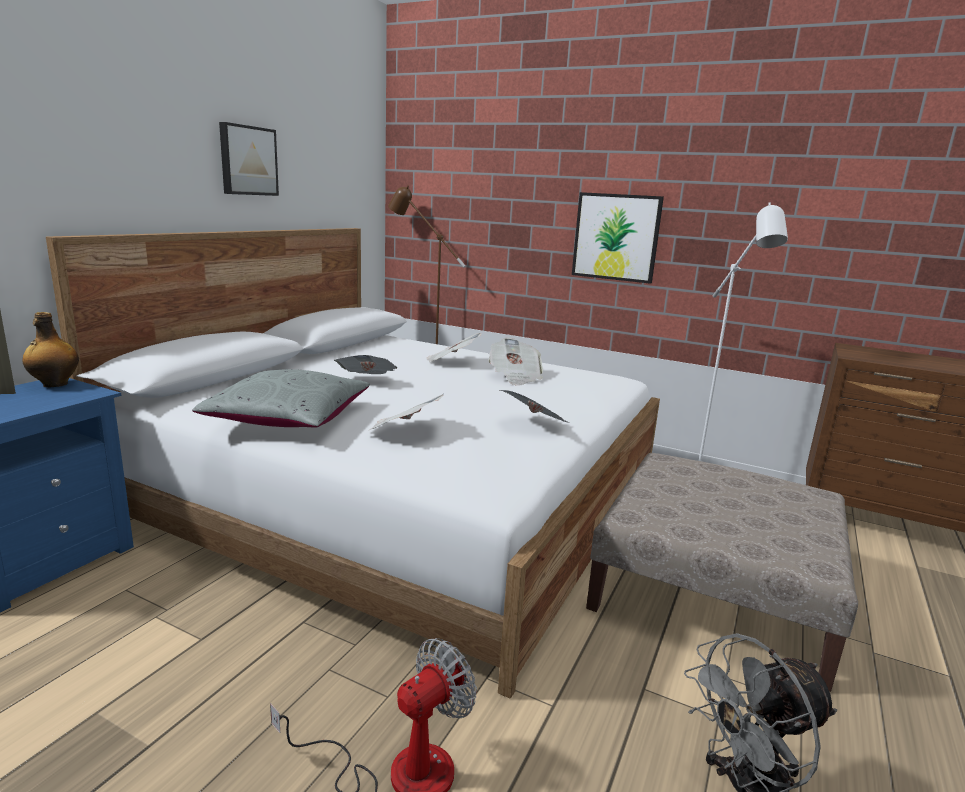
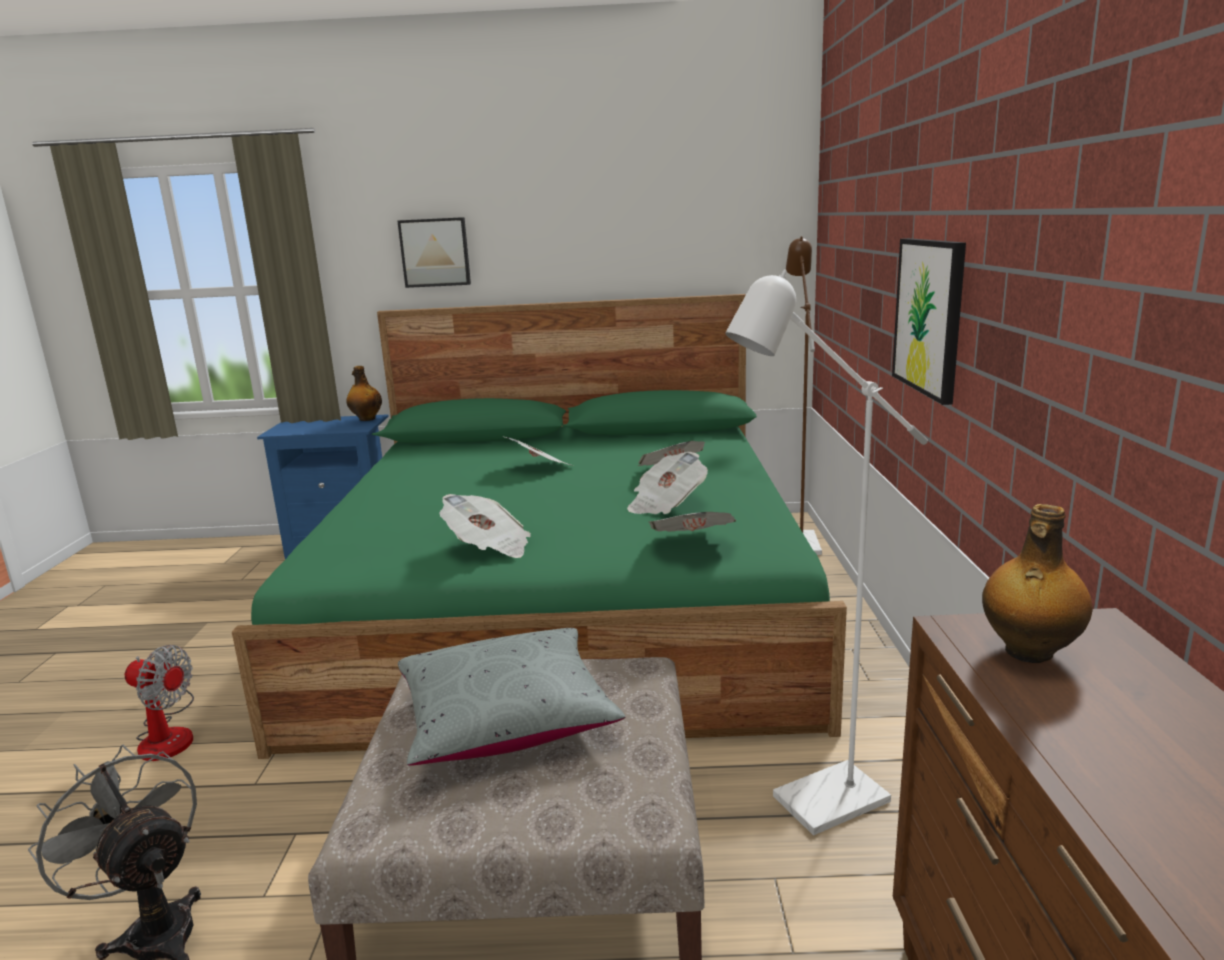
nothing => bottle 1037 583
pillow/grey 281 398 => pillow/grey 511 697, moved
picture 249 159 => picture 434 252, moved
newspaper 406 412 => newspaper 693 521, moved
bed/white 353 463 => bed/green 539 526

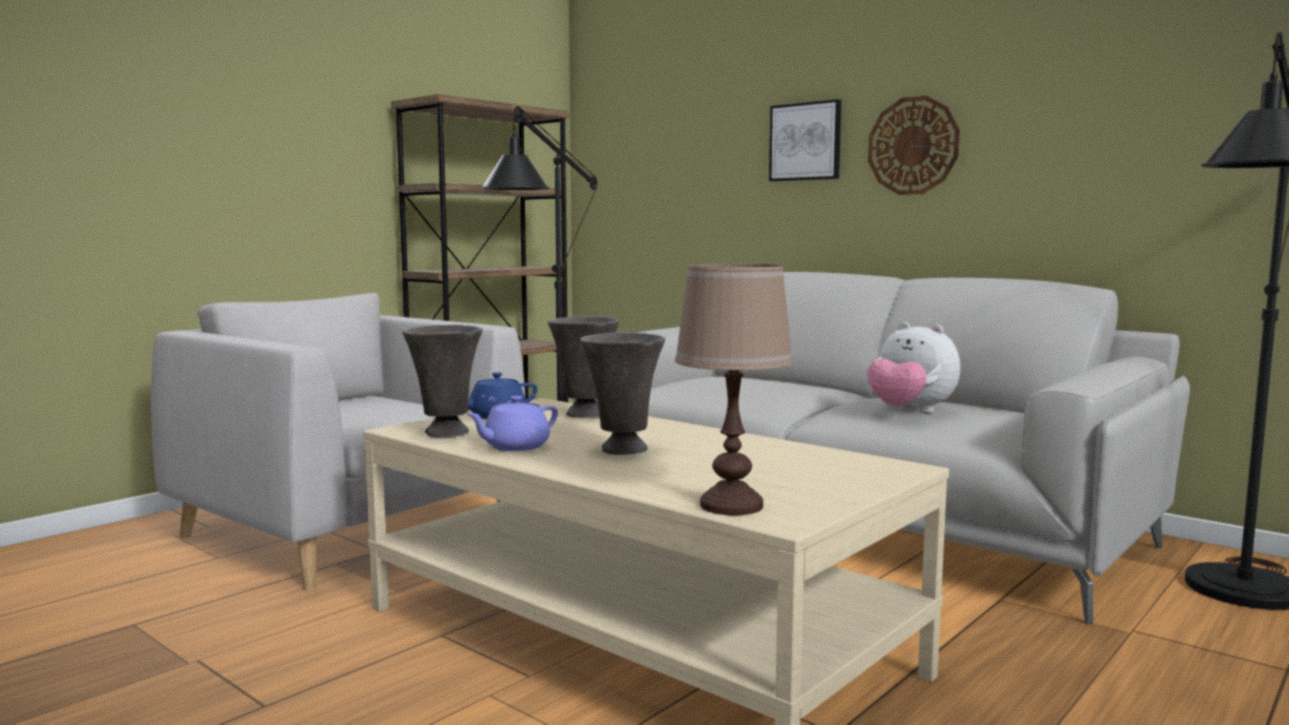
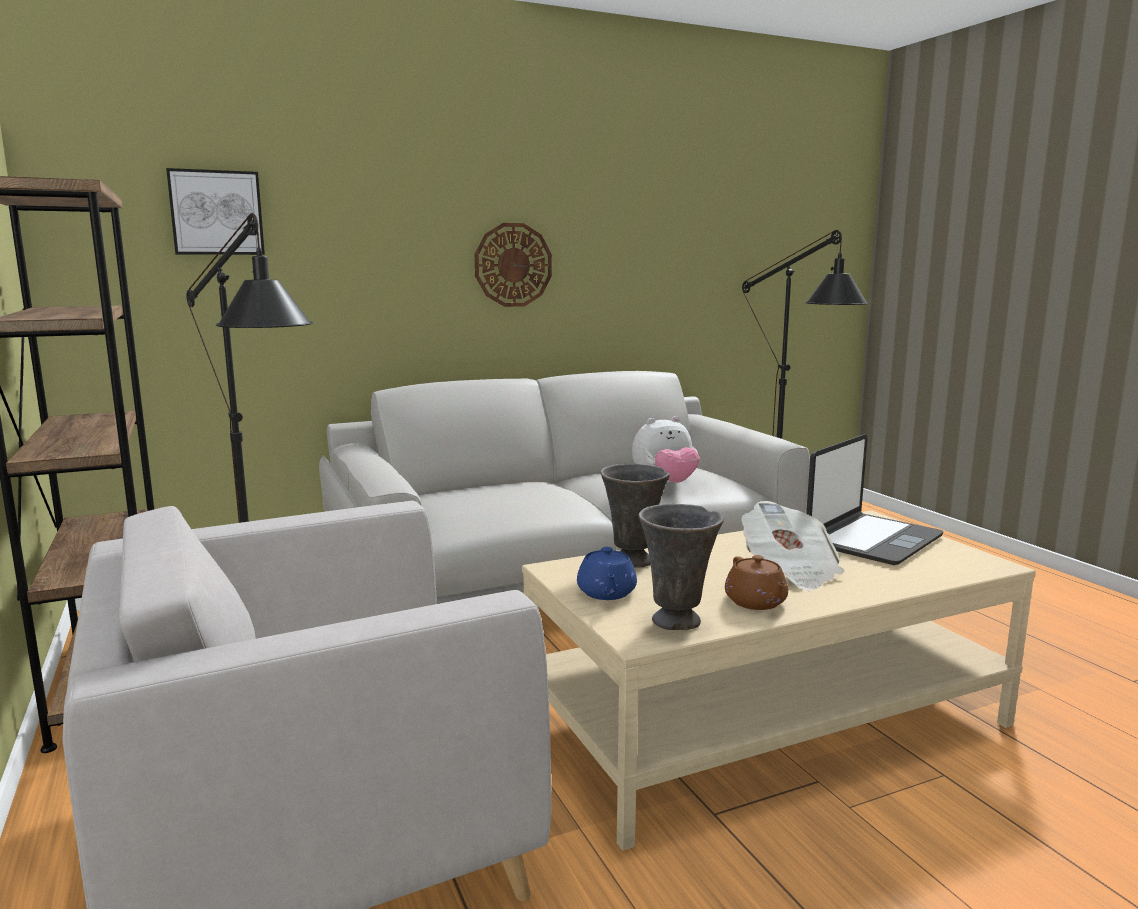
table lamp/brown 734 390 => nothing
nothing => laptop 875 499
picture 805 140 => picture 215 211, moved
vase/grey 622 393 => newspaper 793 546
teapot/purple 512 423 => teapot/brown 756 582

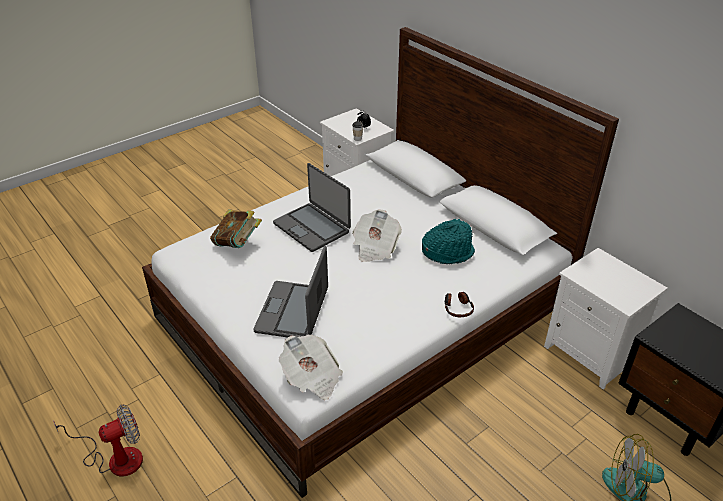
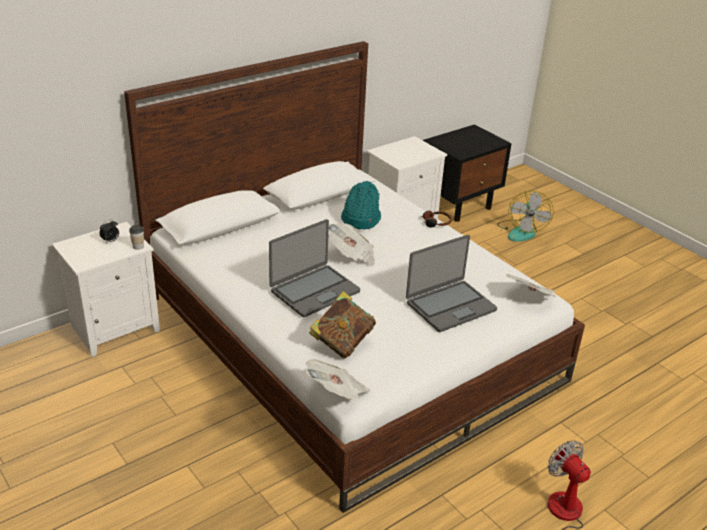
nothing => newspaper 337 379
laptop 290 292 => laptop 451 283, 45 degrees counterclockwise

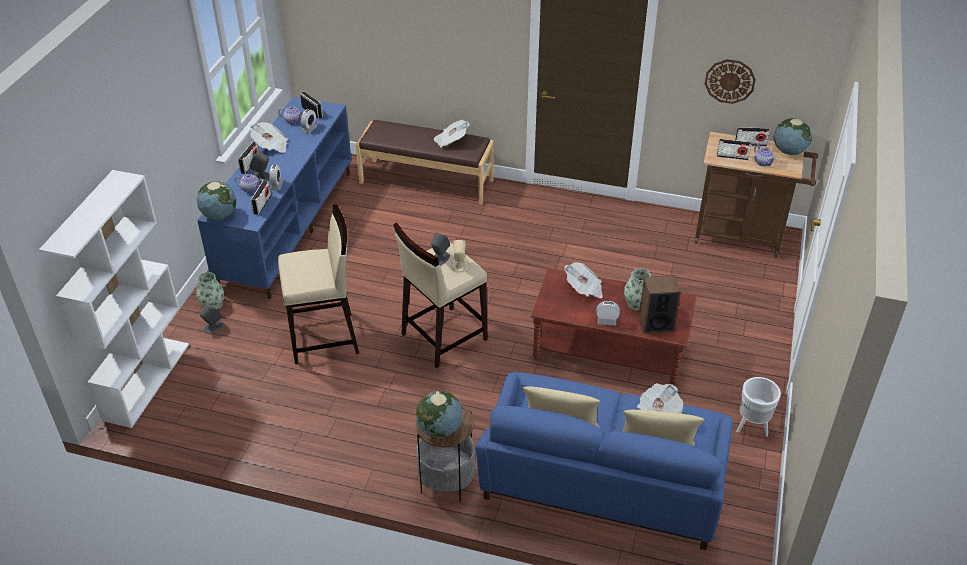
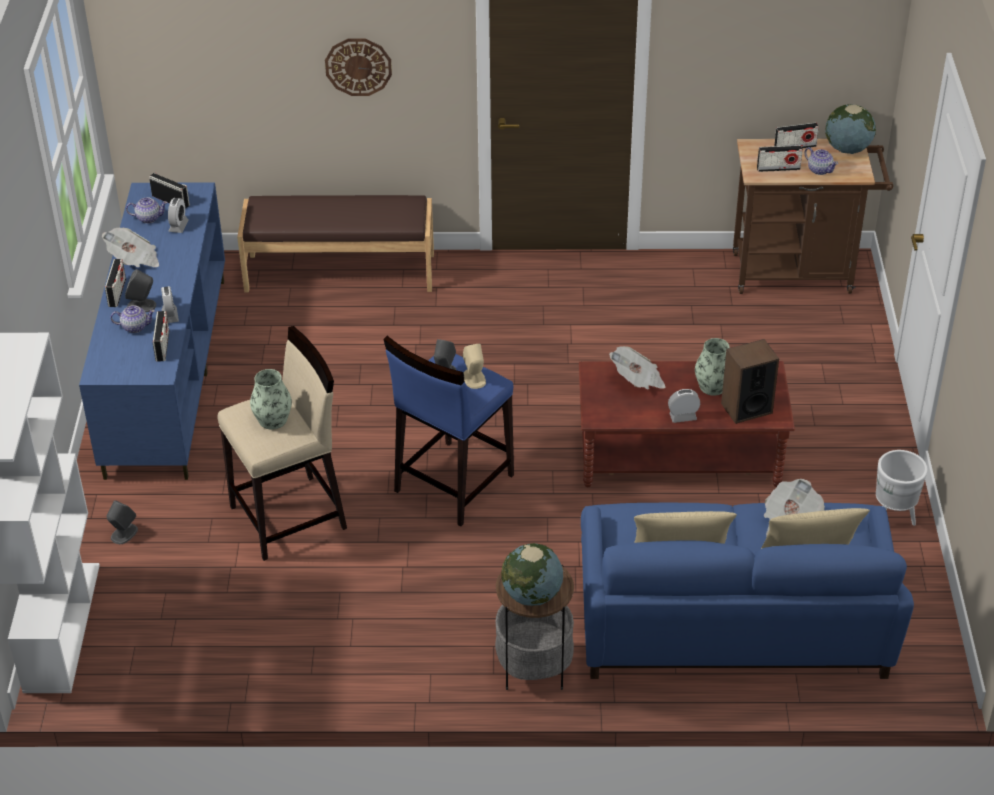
globe 216 200 => nothing
newspaper 451 133 => nothing
vase 210 291 => vase 271 399, moved
wall clock 730 81 => wall clock 358 67, moved
stool/beige 440 295 => stool/blue 448 431

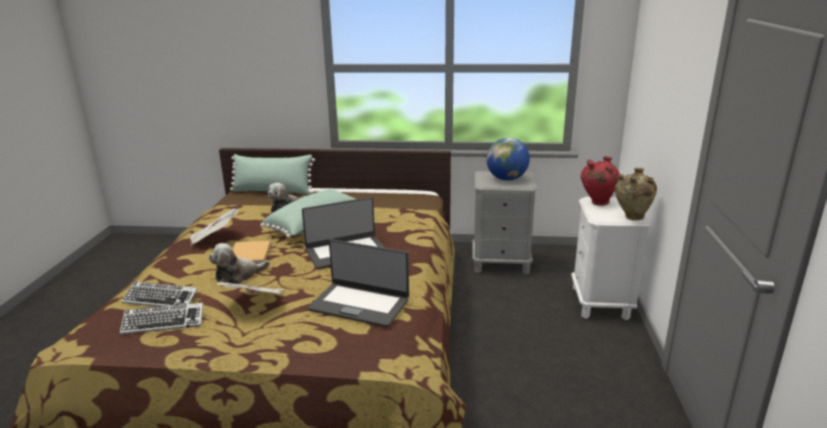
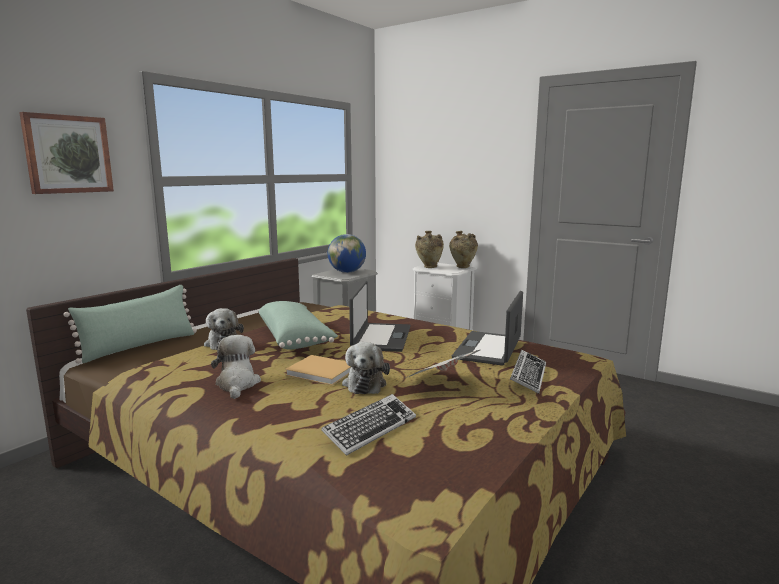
nothing => picture 66 153
keyboard 161 318 => keyboard 528 372, moved
newspaper 214 226 => plush toy 236 367
vase/red 600 181 => vase/beige 429 249
laptop 358 283 => laptop 487 328, 150 degrees clockwise

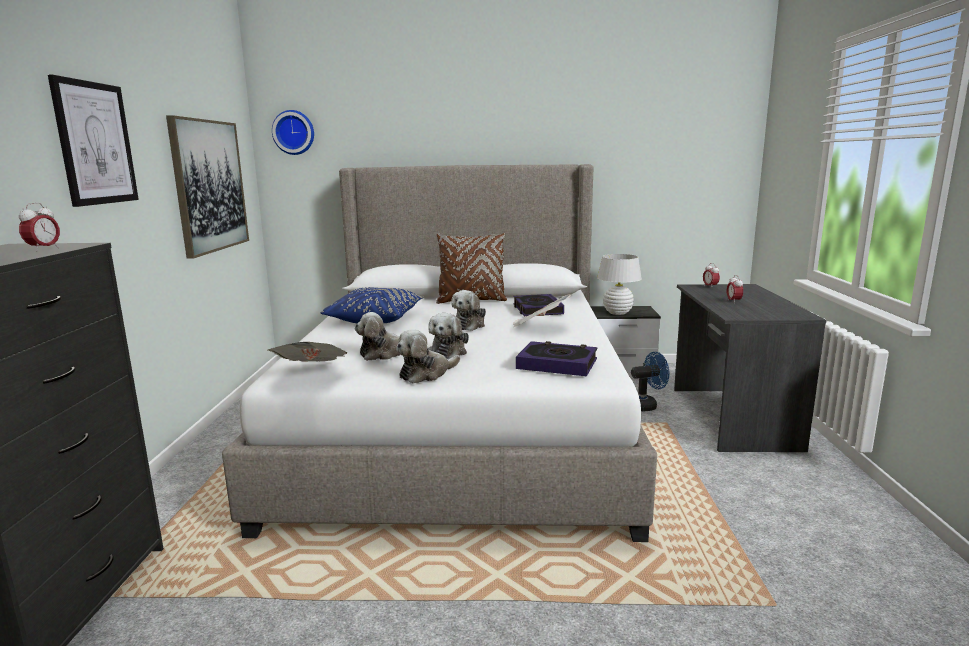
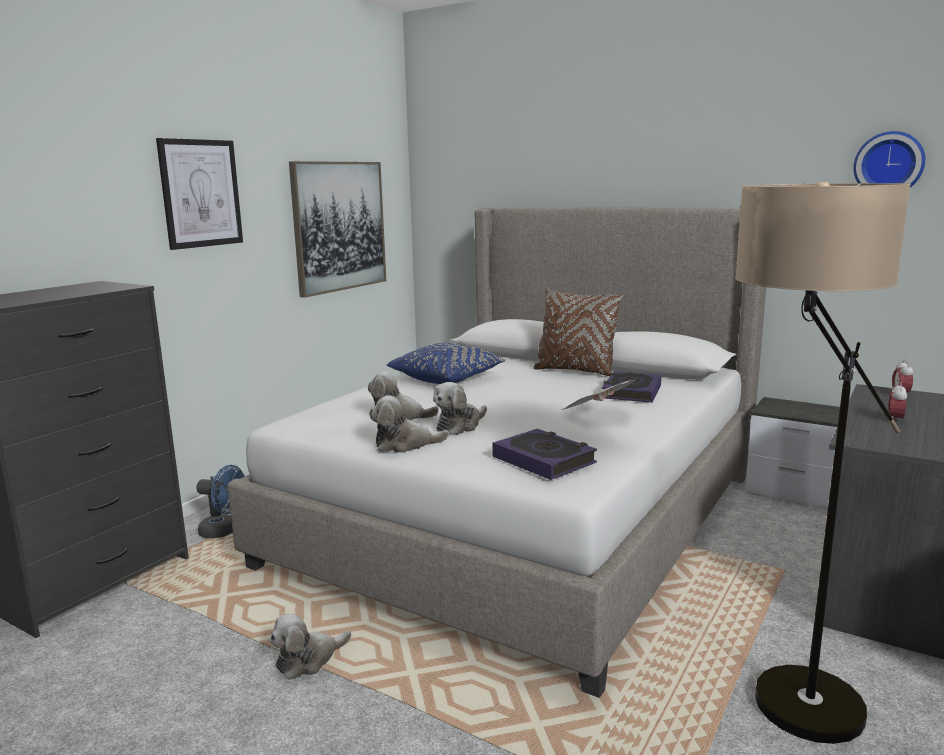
alarm clock 39 227 => nothing
newspaper 307 352 => nothing
table lamp/white 619 284 => nothing
nothing => floor lamp 823 463
wall clock 293 132 => wall clock 889 159, moved
plush toy 468 310 => plush toy 310 647, moved
fan/blue 650 382 => fan/blue 220 501, moved

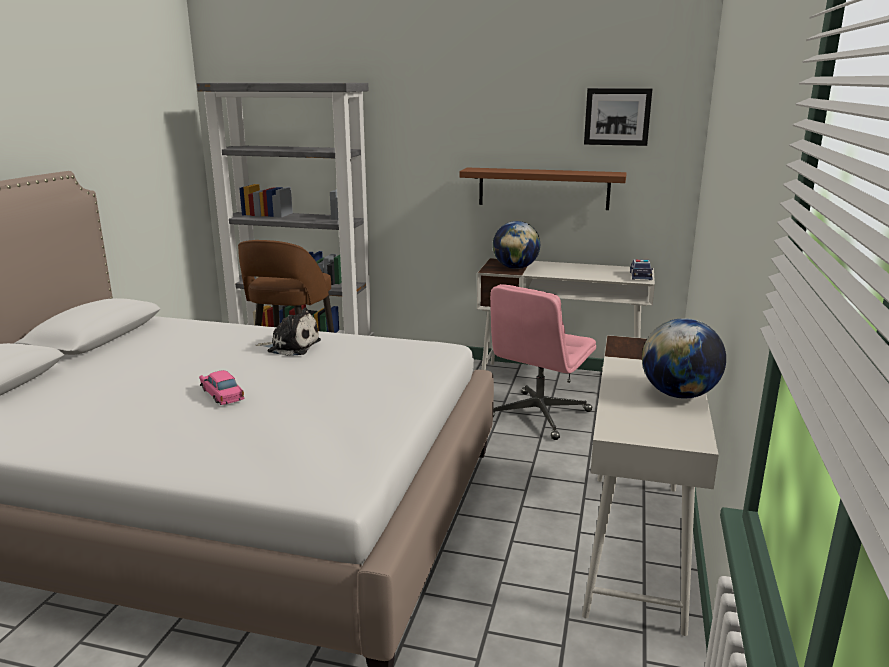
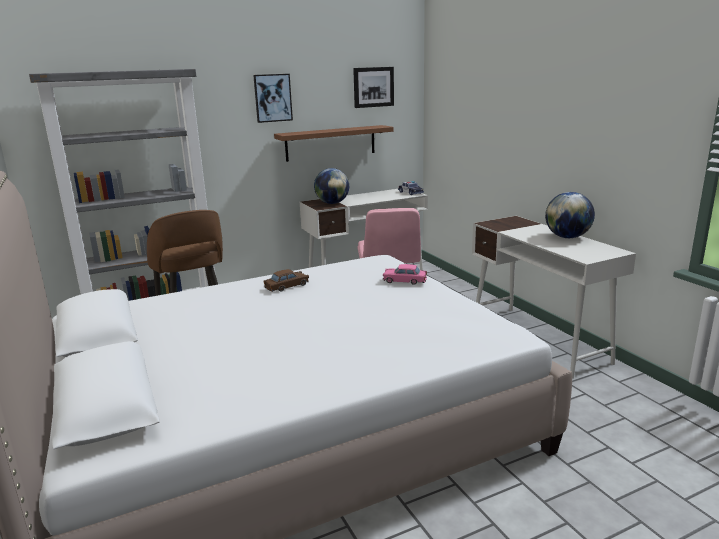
nothing => picture 273 98
toy car/pink 221 387 => toy car/pink 405 274, moved
plush toy 288 331 => toy car/brown 286 280

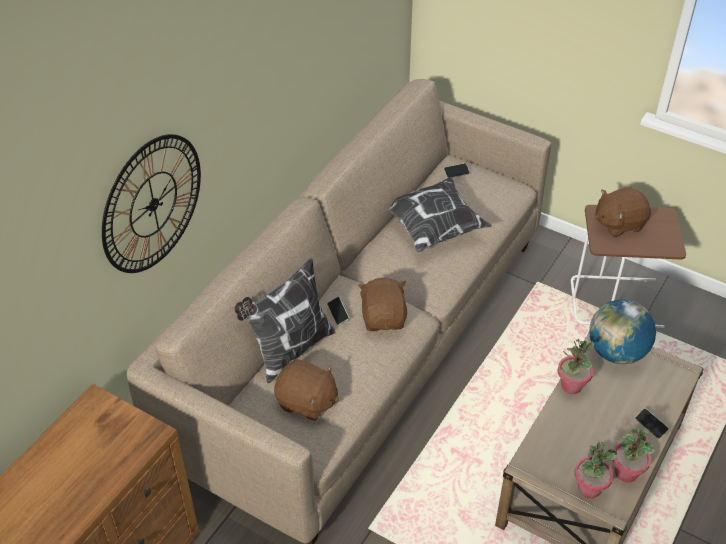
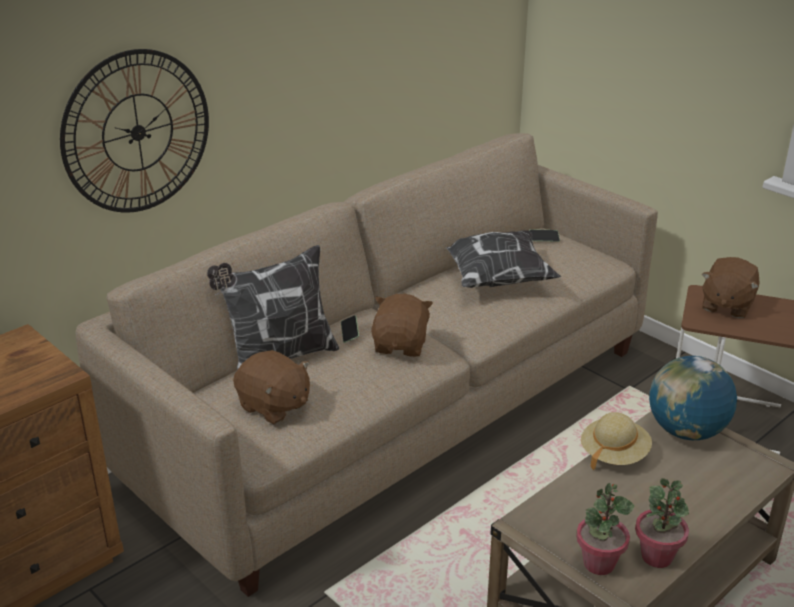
phone 652 423 => nothing
potted plant 575 366 => hat/beige 616 441
plush toy/brown 623 212 => plush toy/brown 730 288, 60 degrees counterclockwise

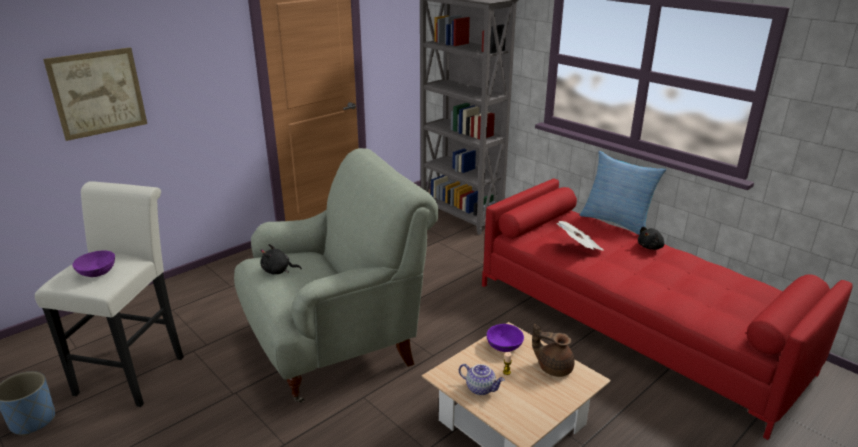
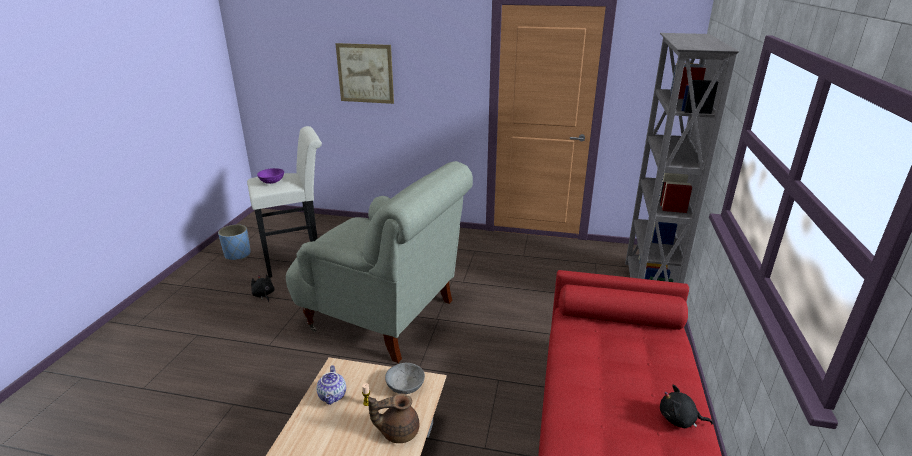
newspaper 580 236 => nothing
pillow 623 193 => nothing
plush toy/black 281 259 => plush toy/black 263 288, moved
bowl/purple 505 338 => bowl/grey 405 378
teapot/brown 553 350 => teapot/brown 393 418, 90 degrees counterclockwise

